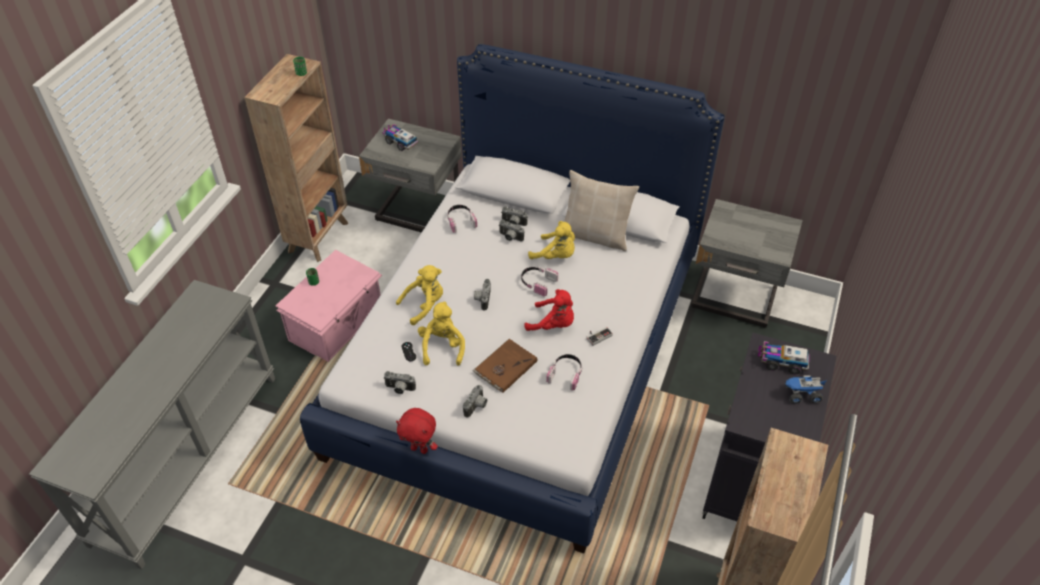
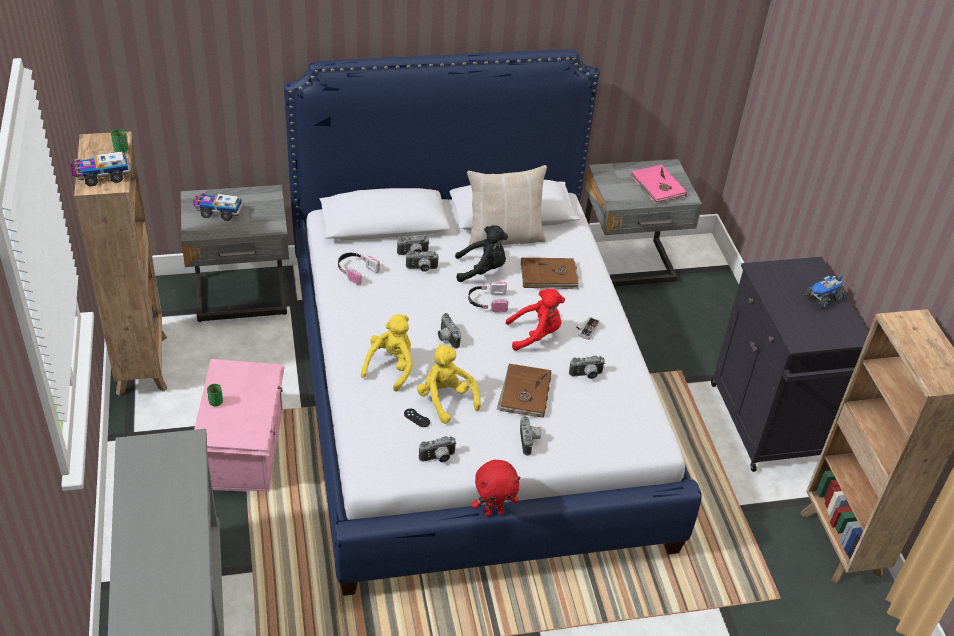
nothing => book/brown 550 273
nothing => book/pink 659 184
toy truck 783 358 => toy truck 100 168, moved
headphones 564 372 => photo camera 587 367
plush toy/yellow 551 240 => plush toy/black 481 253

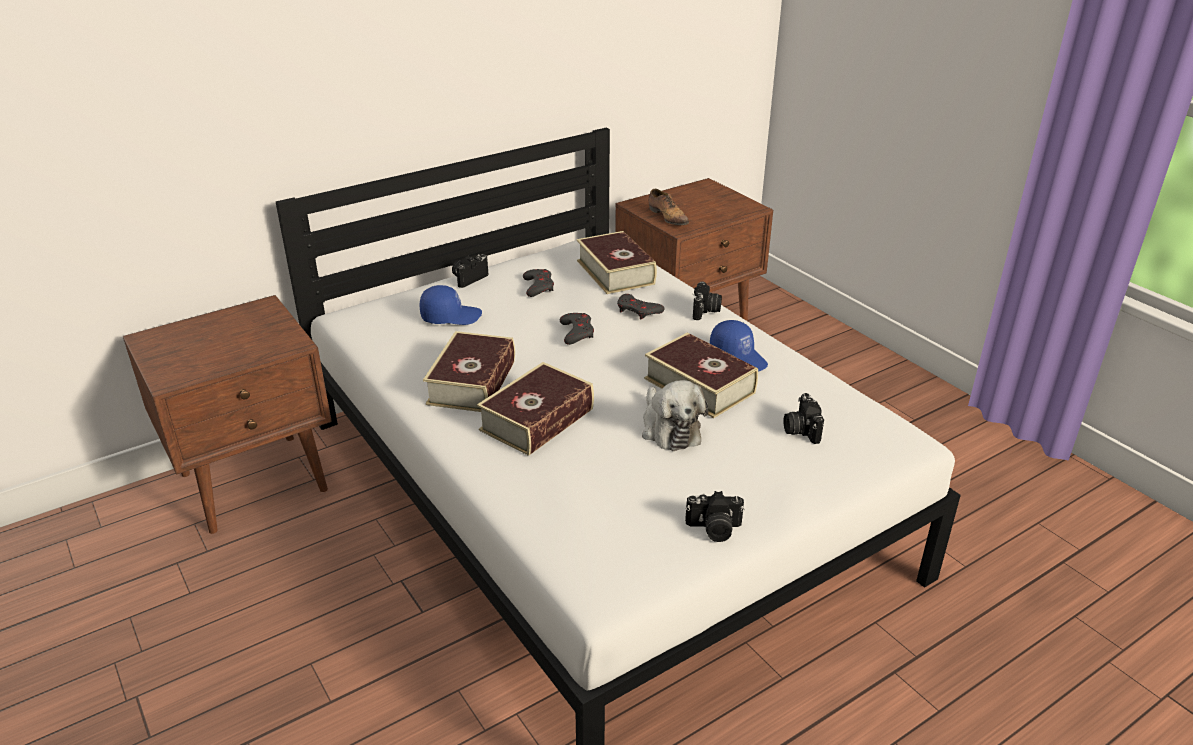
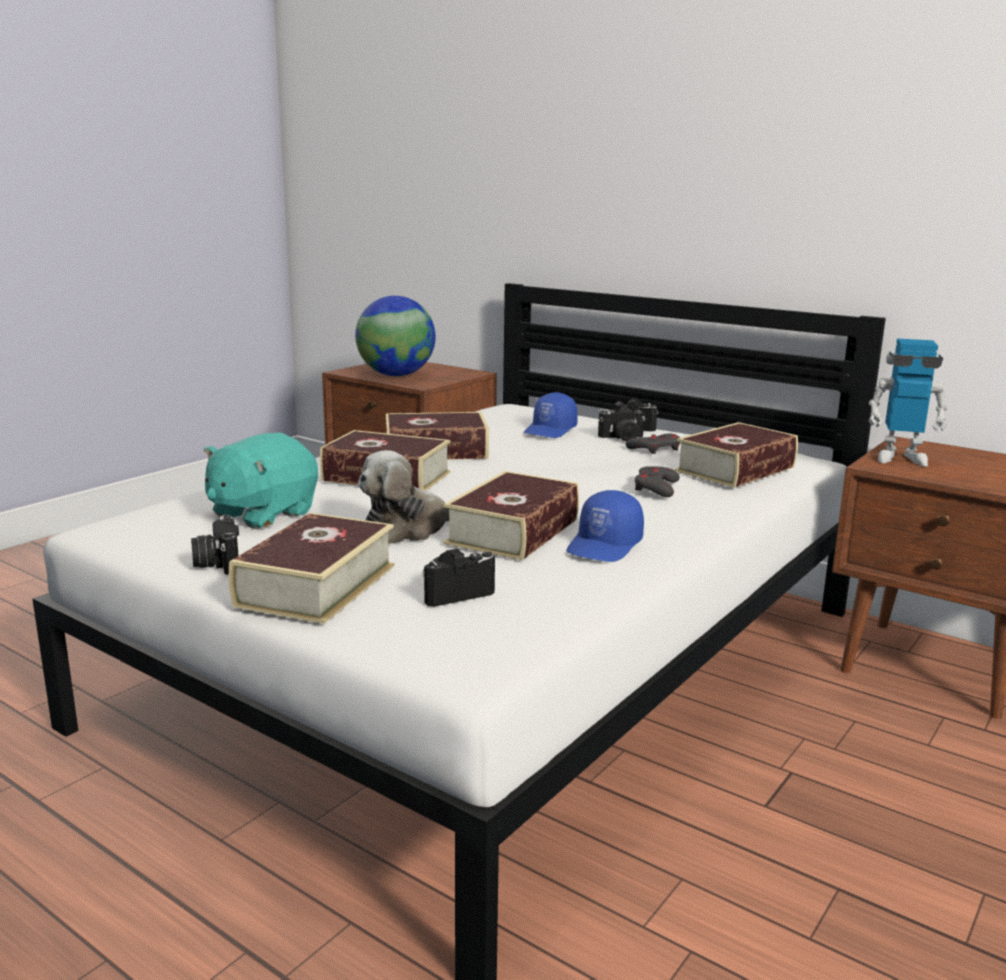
game controller/grey 577 329 => nothing
nothing => plush toy/turquoise 261 481
nothing => book 312 568
nothing => globe 395 336
photo camera 707 300 => photo camera 621 423, moved
shoe 669 207 => toy robot 907 403
cap/blue 450 305 => cap/blue 551 415, 60 degrees clockwise

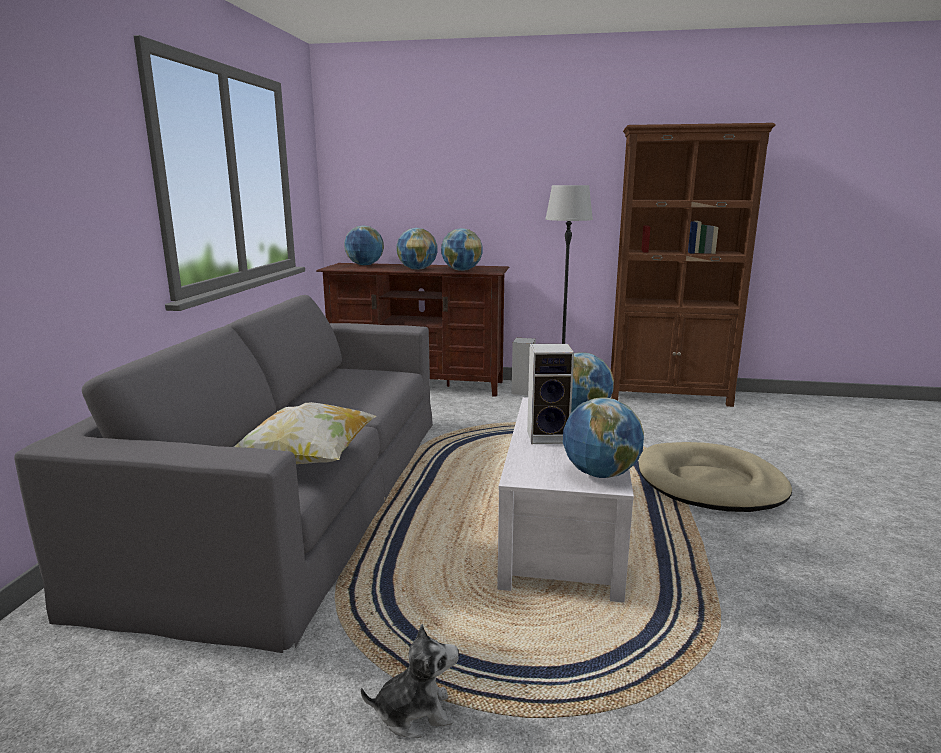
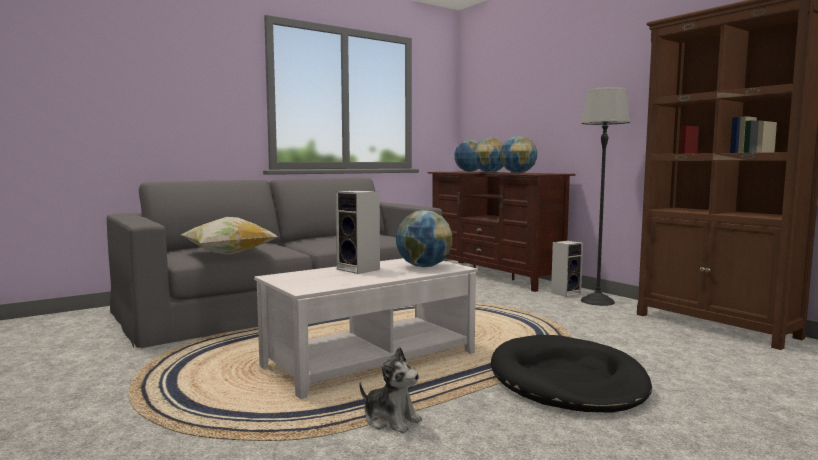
globe 603 437 => nothing
plush toy 410 681 => plush toy 391 390, moved
dog bed/beige 715 477 => dog bed/black 571 373

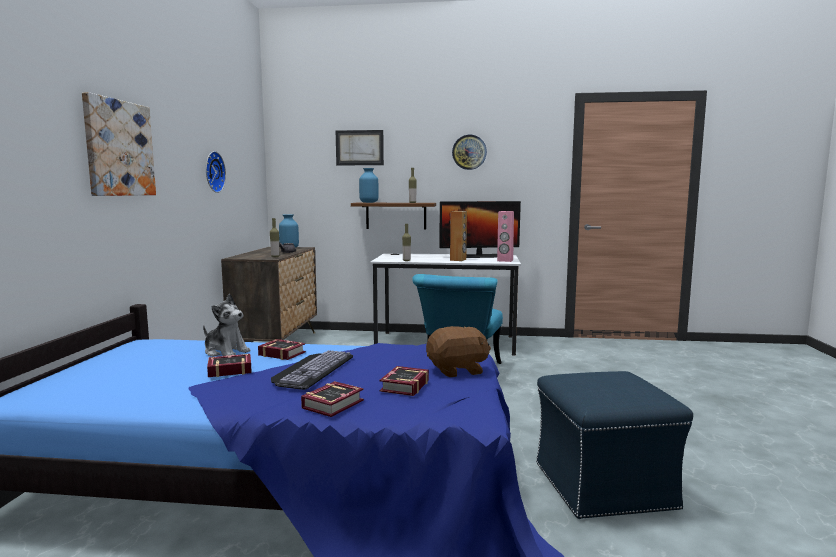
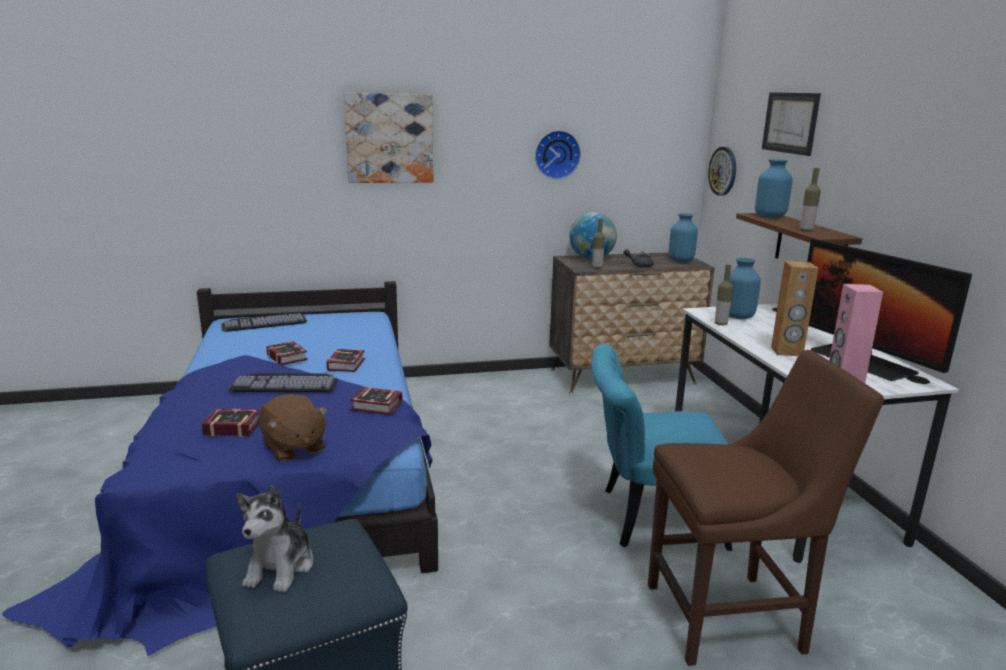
nothing => keyboard 264 322
nothing => globe 593 236
nothing => chair/brown 766 508
nothing => vase/blue 745 288
plush toy 227 325 => plush toy 274 538, moved
book 332 399 => book 376 401, moved
wall clock 469 152 => wall clock 722 171, moved

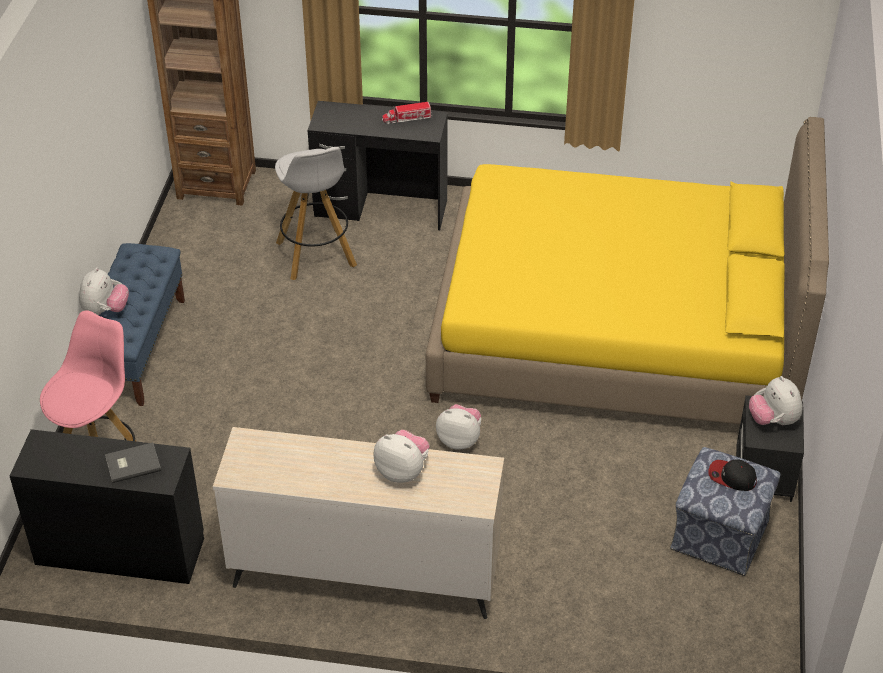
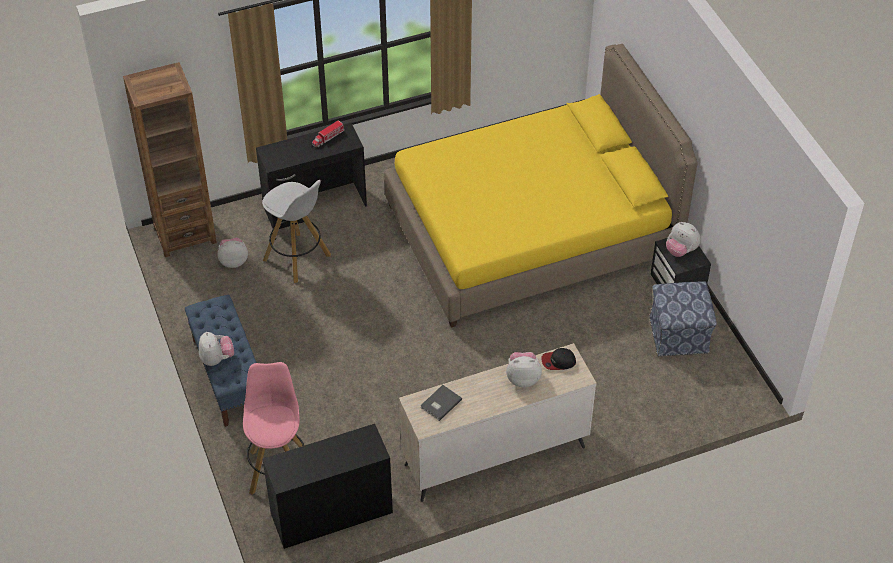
book/grey 133 462 => book/grey 441 403, moved
plush toy 459 427 => plush toy 232 252, moved
cap 733 475 => cap 558 359, moved

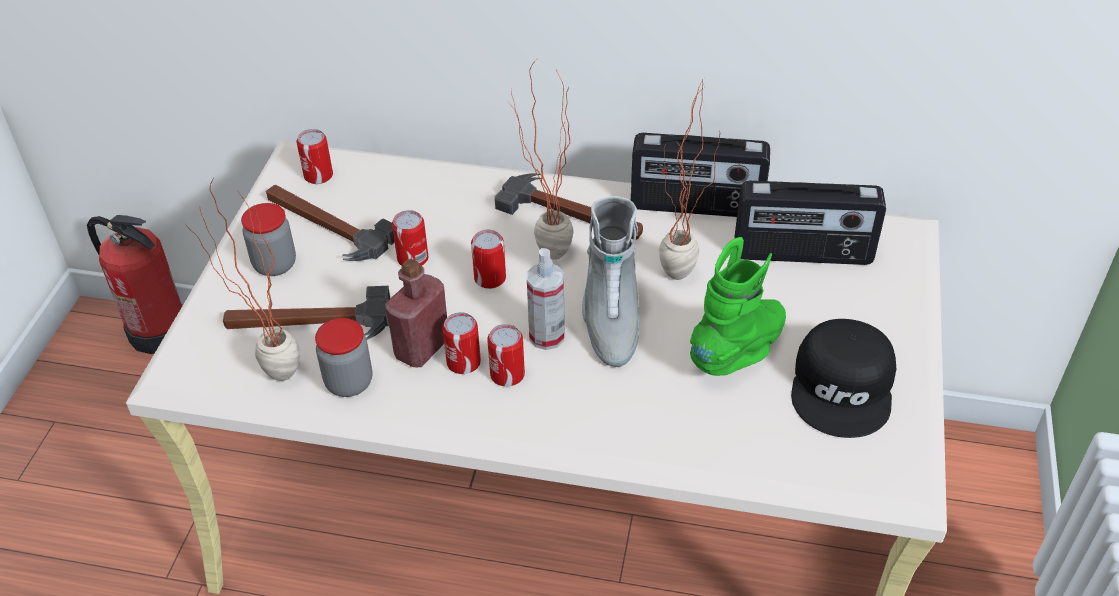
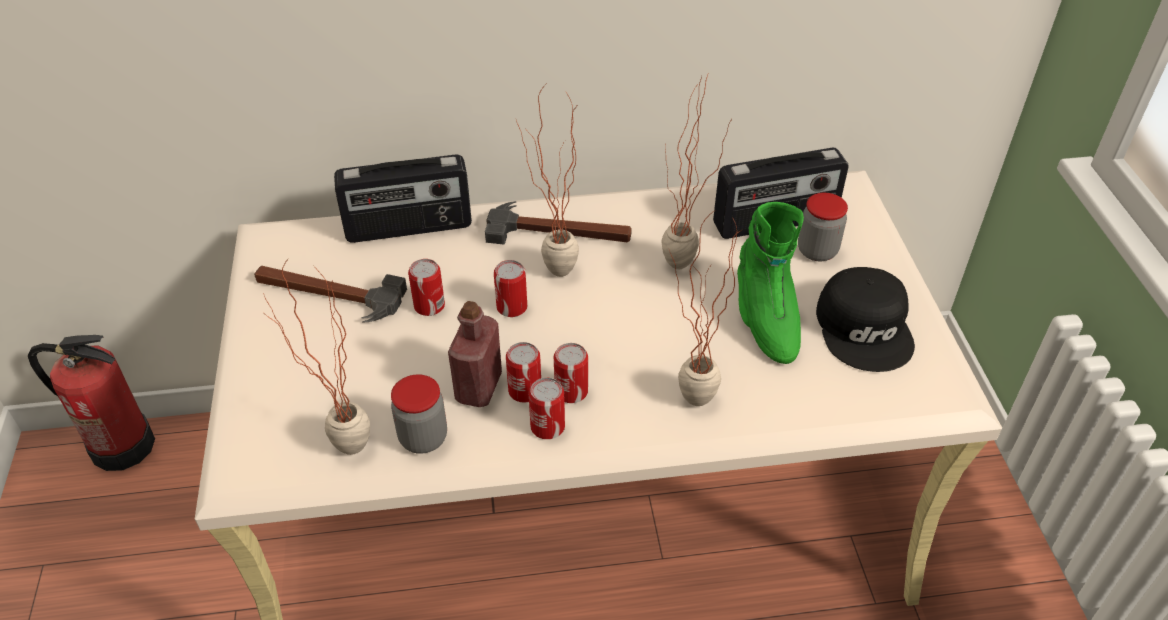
hammer 306 313 => nothing
spray bottle 546 299 => nothing
boot/grey 611 281 => nothing
nothing => potted plant 705 308
jar 268 239 => jar 823 227, moved
can 314 156 => can 547 408, moved
radio 700 175 => radio 403 199, moved
boot/green 738 306 => boot/green 770 283, 150 degrees clockwise

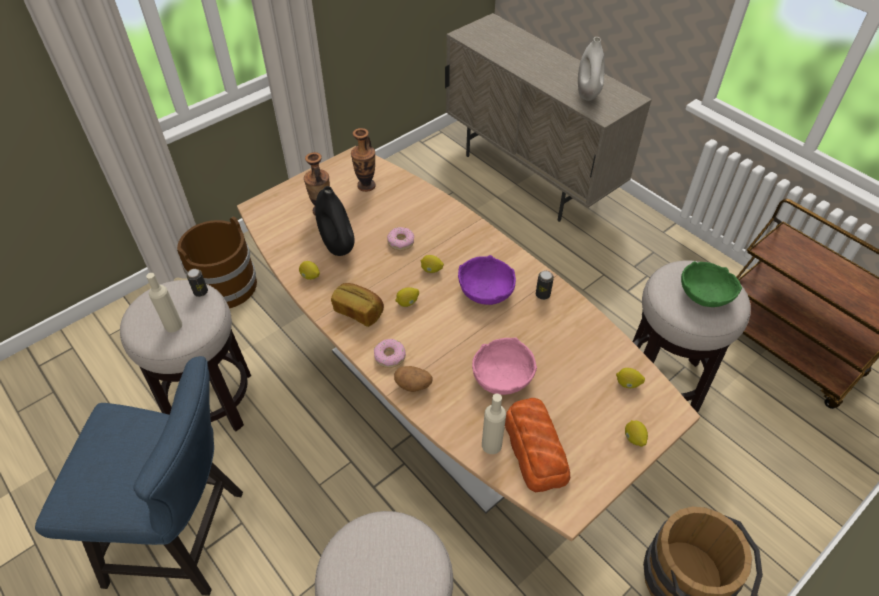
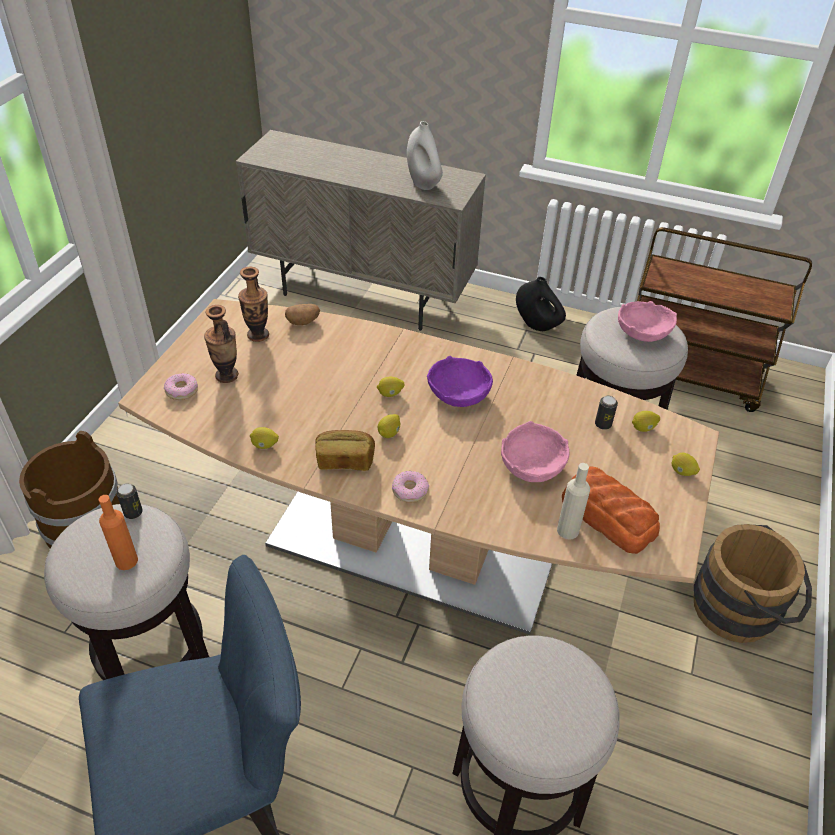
vase/black 335 221 => vase/black 541 304, moved
donut 400 239 => donut 181 386, moved
potato 413 379 => potato 302 314, moved
can 545 285 => can 606 413, moved
bottle/beige 164 302 => bottle/orange 118 532
bowl/green 711 284 => bowl/pink 647 321

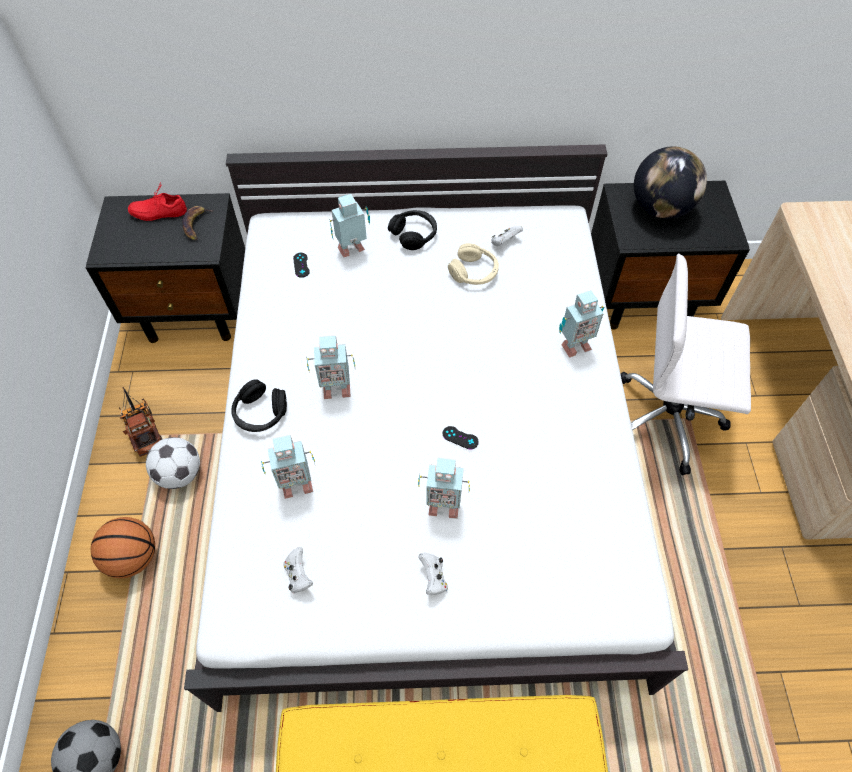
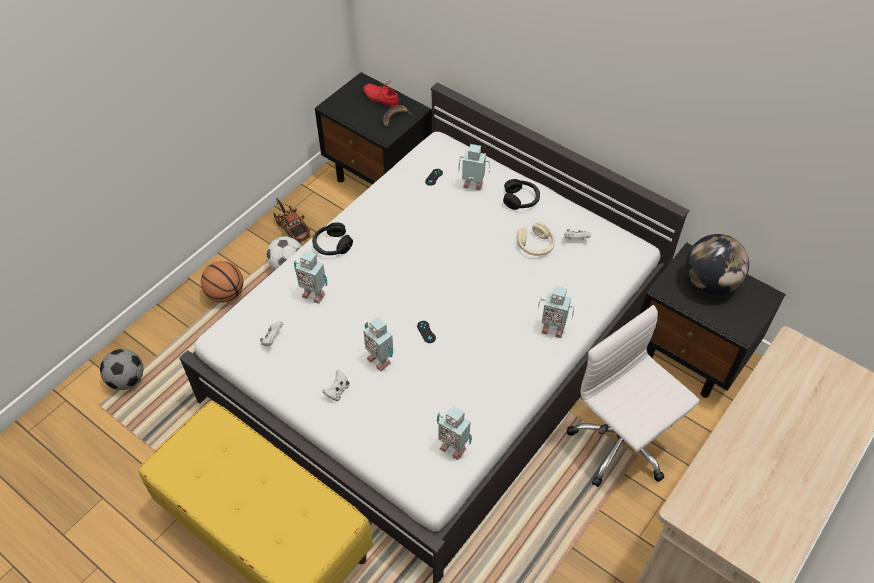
toy robot 331 367 => toy robot 454 433, moved
toy truck 140 421 => toy truck 292 220, 45 degrees counterclockwise

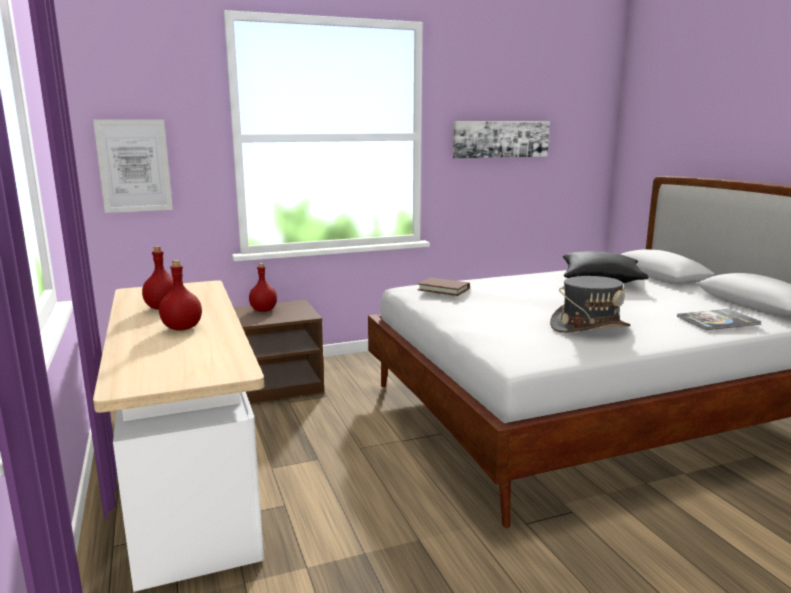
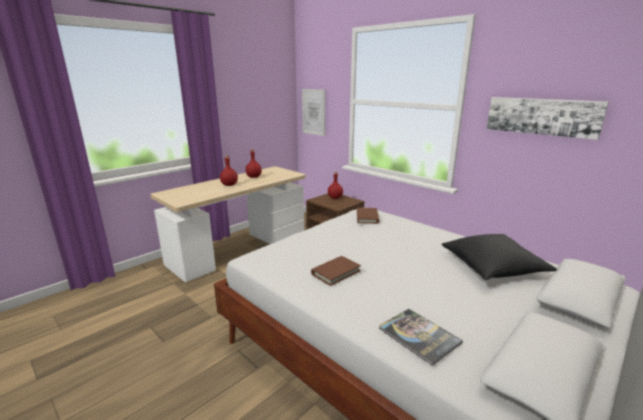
hat/grey 590 304 => book/brown 336 271

